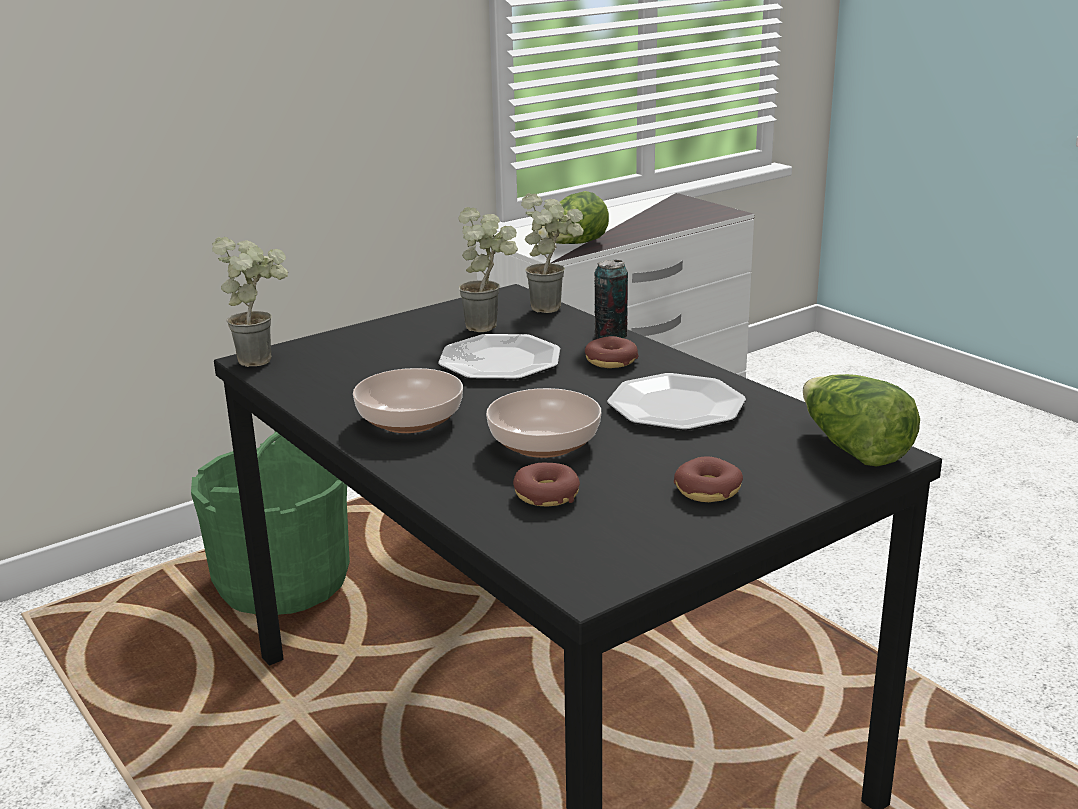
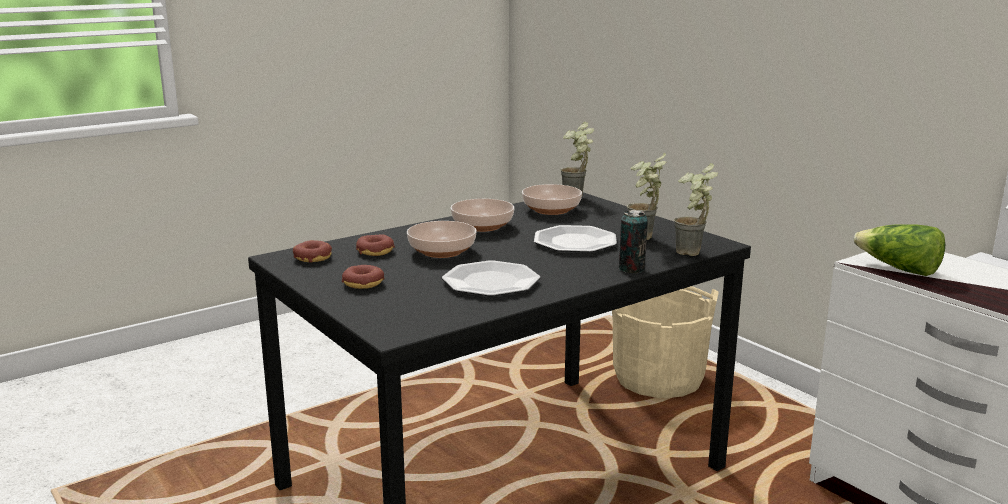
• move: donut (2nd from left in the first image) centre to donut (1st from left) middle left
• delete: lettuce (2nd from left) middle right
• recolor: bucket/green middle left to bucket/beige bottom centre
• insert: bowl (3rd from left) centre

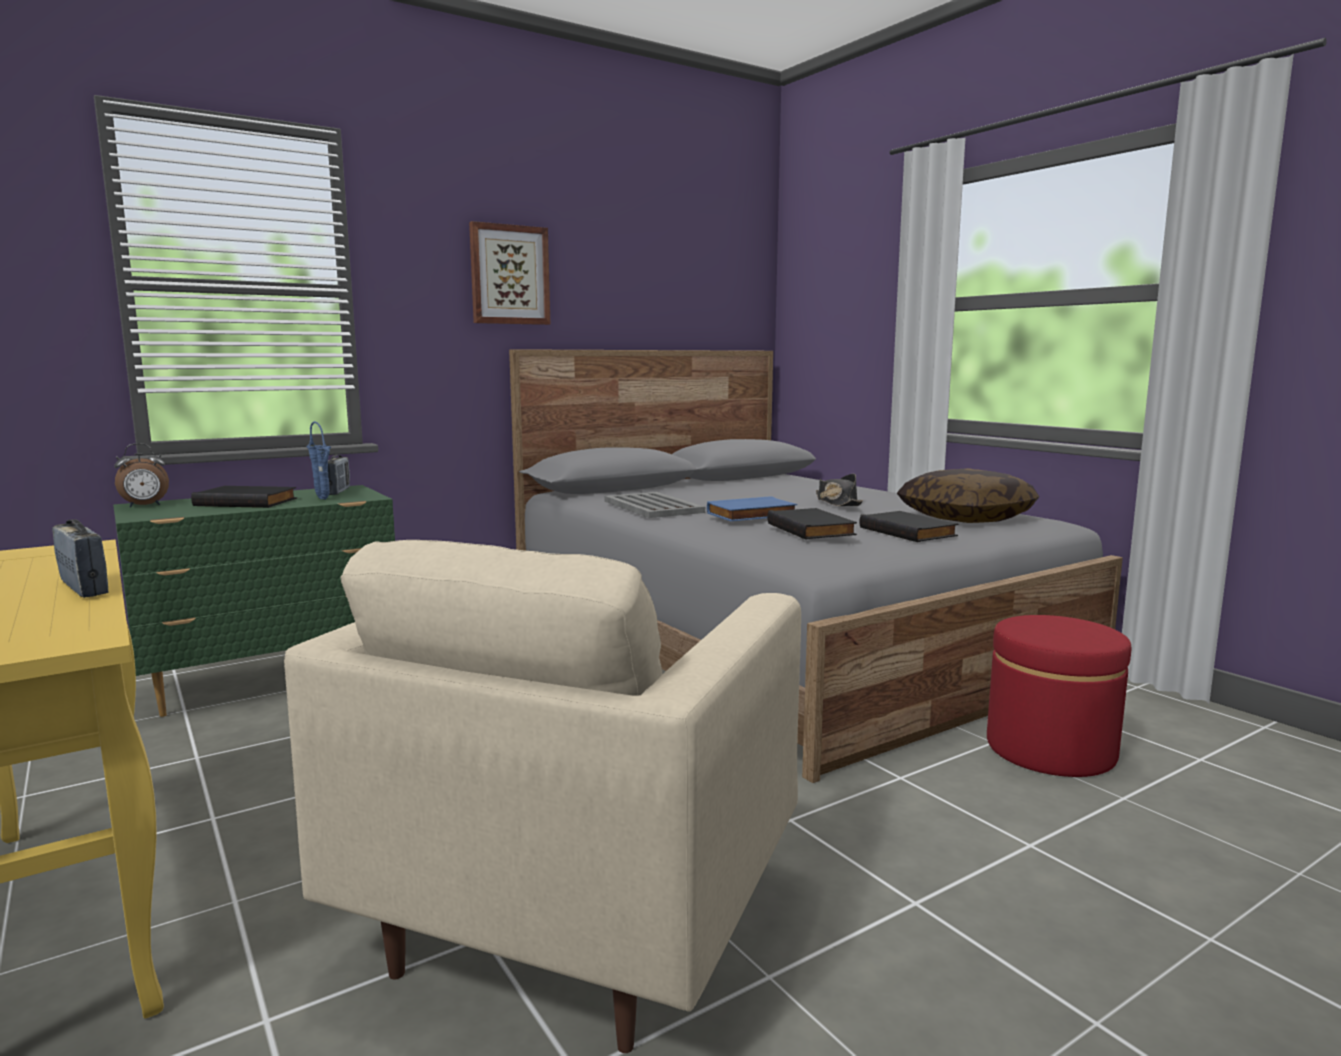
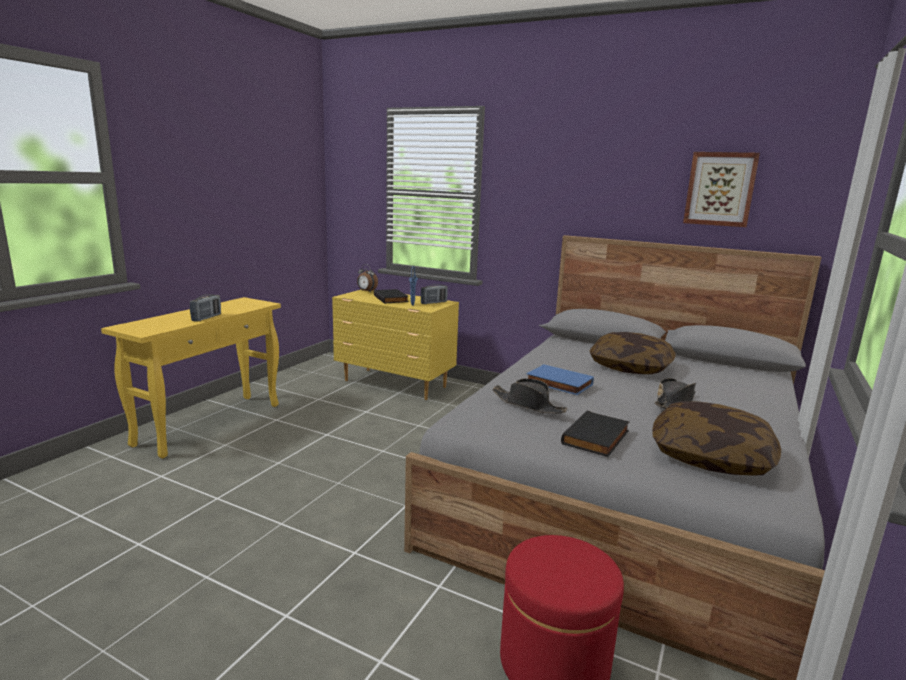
• move: picture top centre to top right
• recolor: dresser/green middle left to dresser/yellow centre
• delete: tray/grey centre
• replace: book/black (2nd from left) centre to hat/black (1st from left) centre
• delete: armchair/beige bottom centre
• insert: pillow (1st from left) middle right

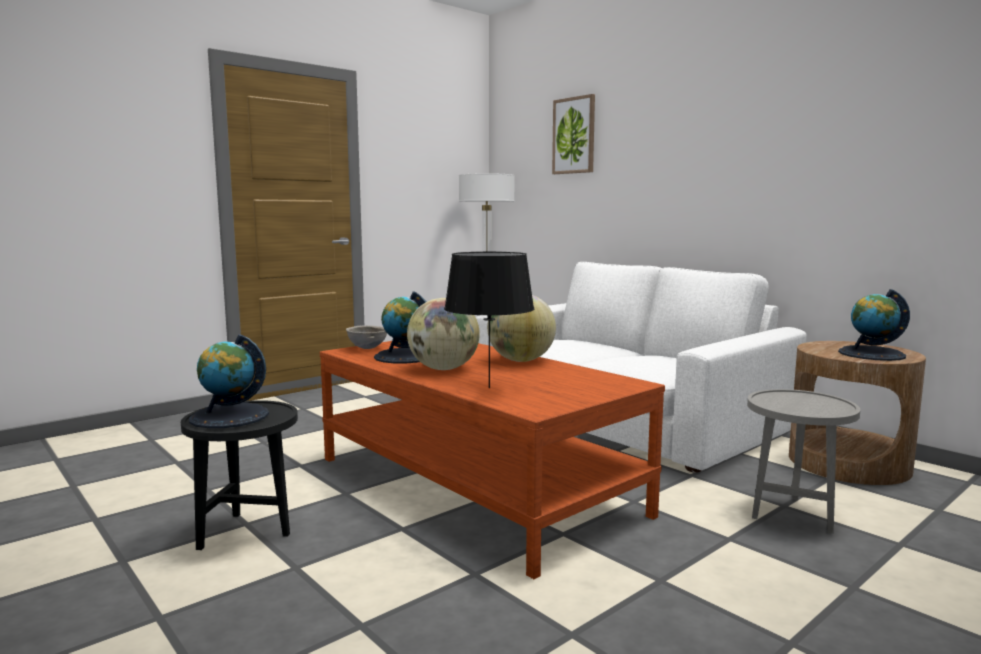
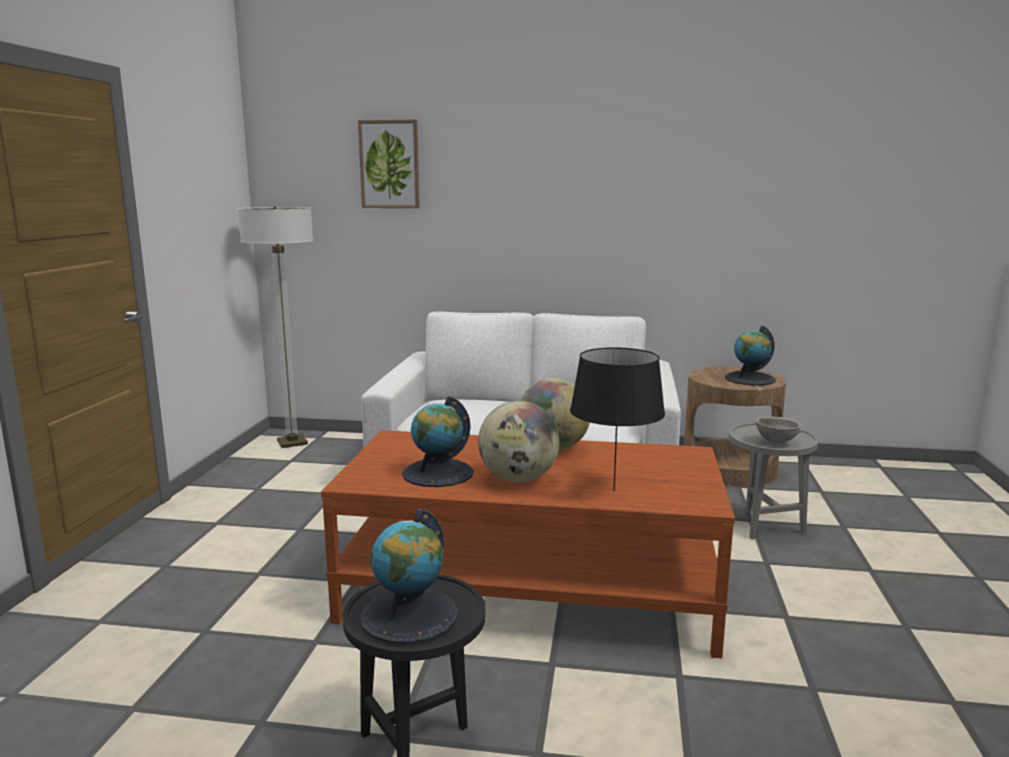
• move: bowl/grey centre to middle right

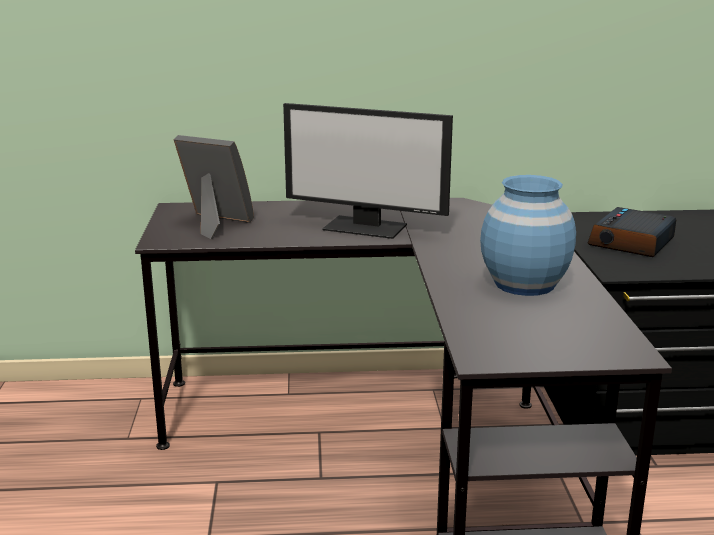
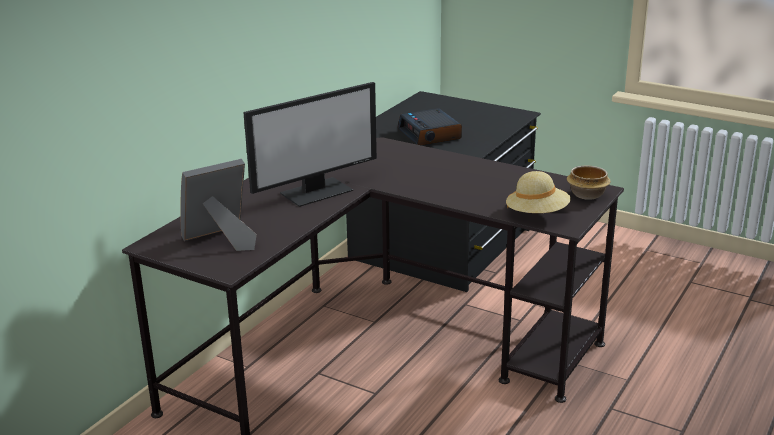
• delete: vase/blue middle right
• insert: bowl middle right
• insert: hat/beige middle right

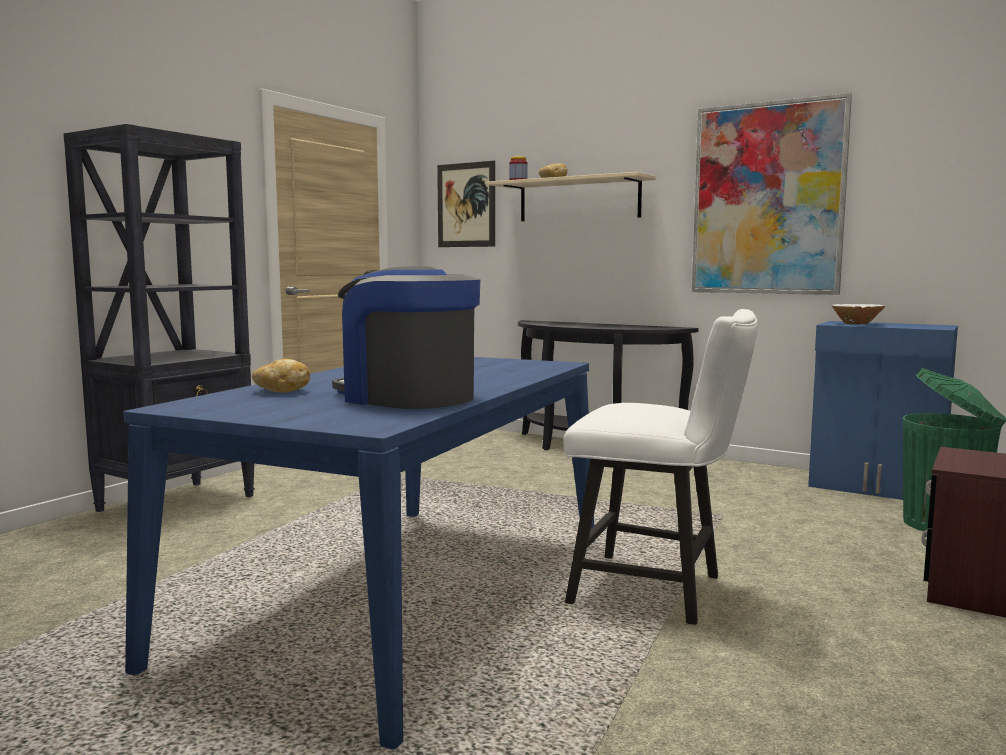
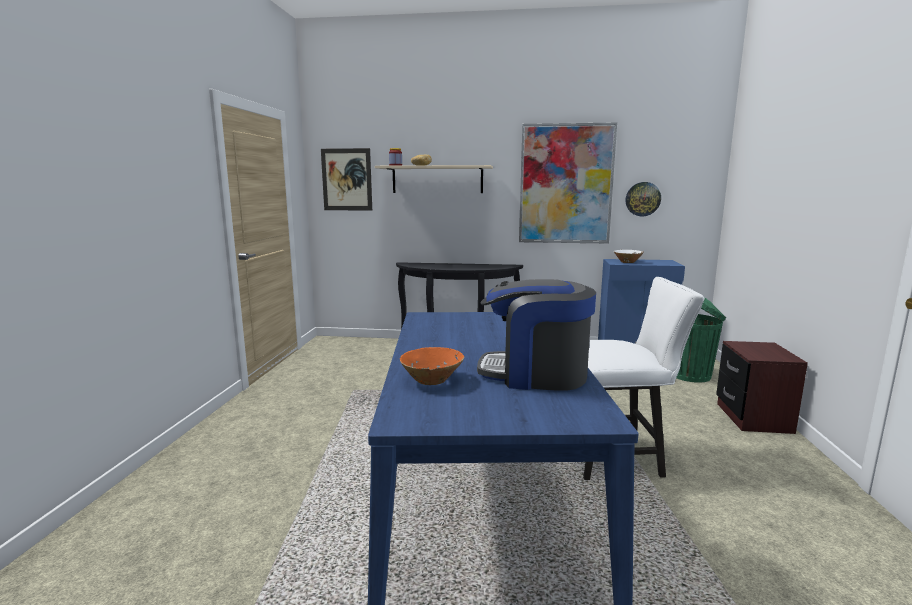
• delete: bookcase/black middle left
• replace: bread (1st from left) middle left to bowl/orange centre
• insert: wall clock top right

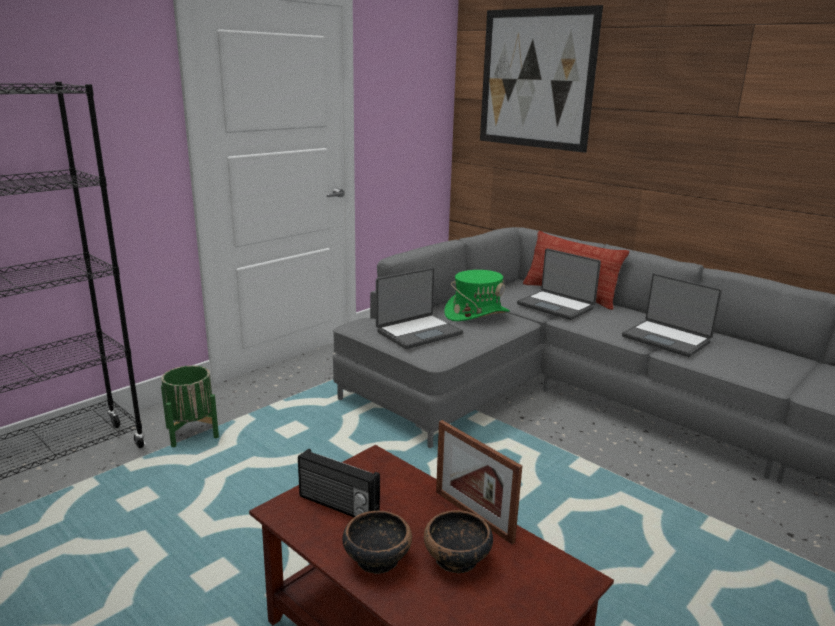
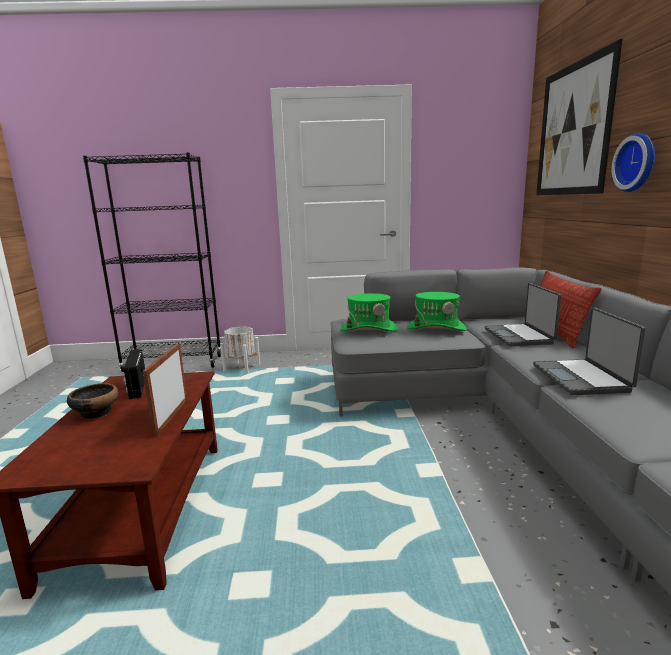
• replace: laptop (1st from left) centre to hat/green (1st from left) centre
• recolor: planter/green middle left to planter/white centre
• delete: bowl (2nd from left) bottom centre
• insert: wall clock top right

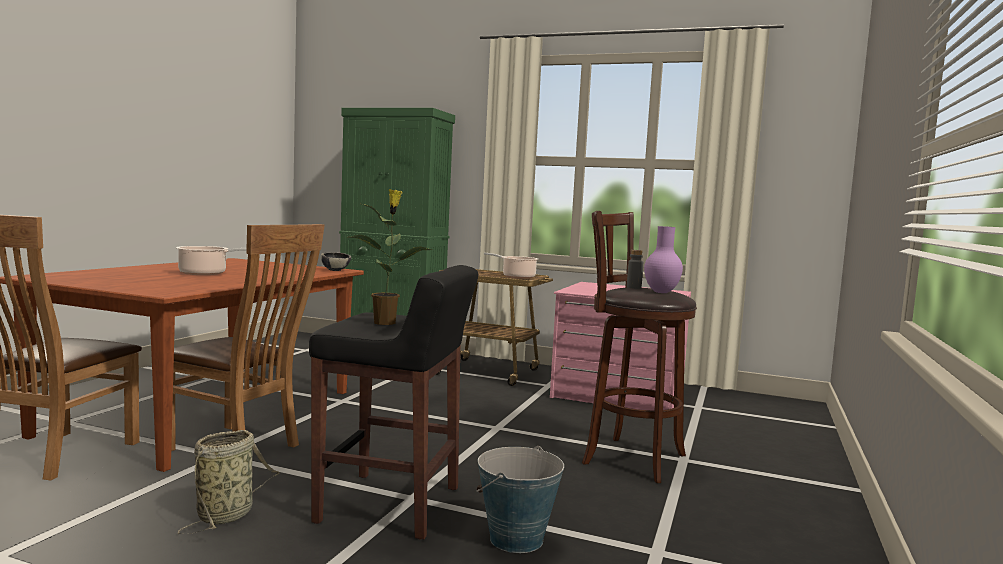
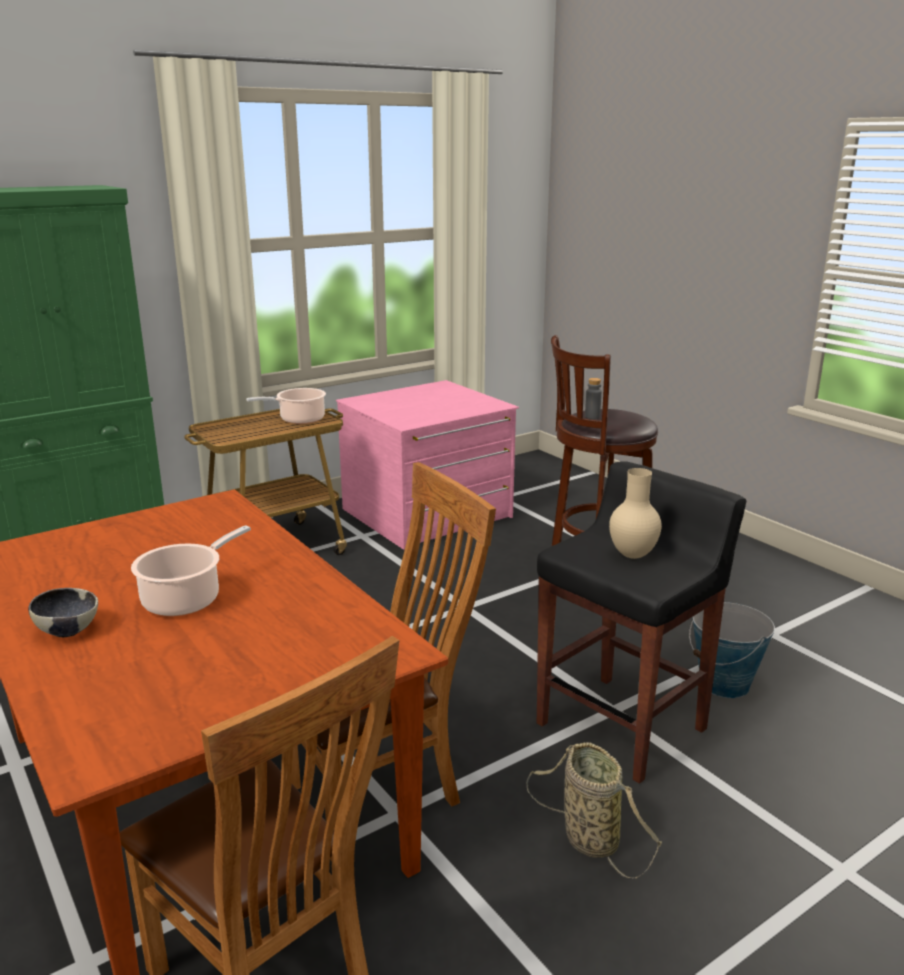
• replace: potted plant centre to vase/beige middle right
• delete: vase/purple centre
• move: bowl centre to middle left

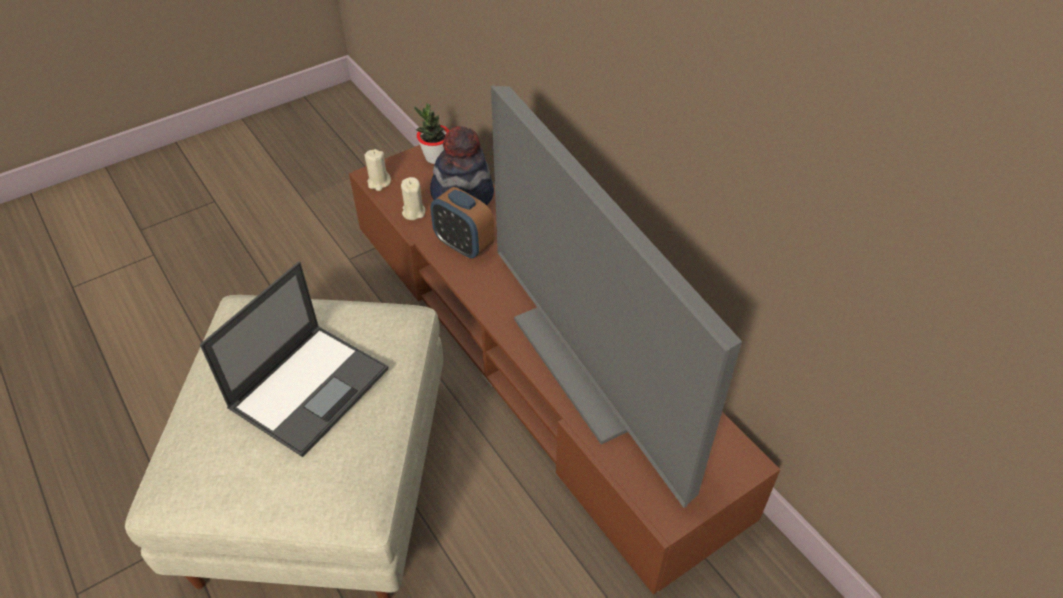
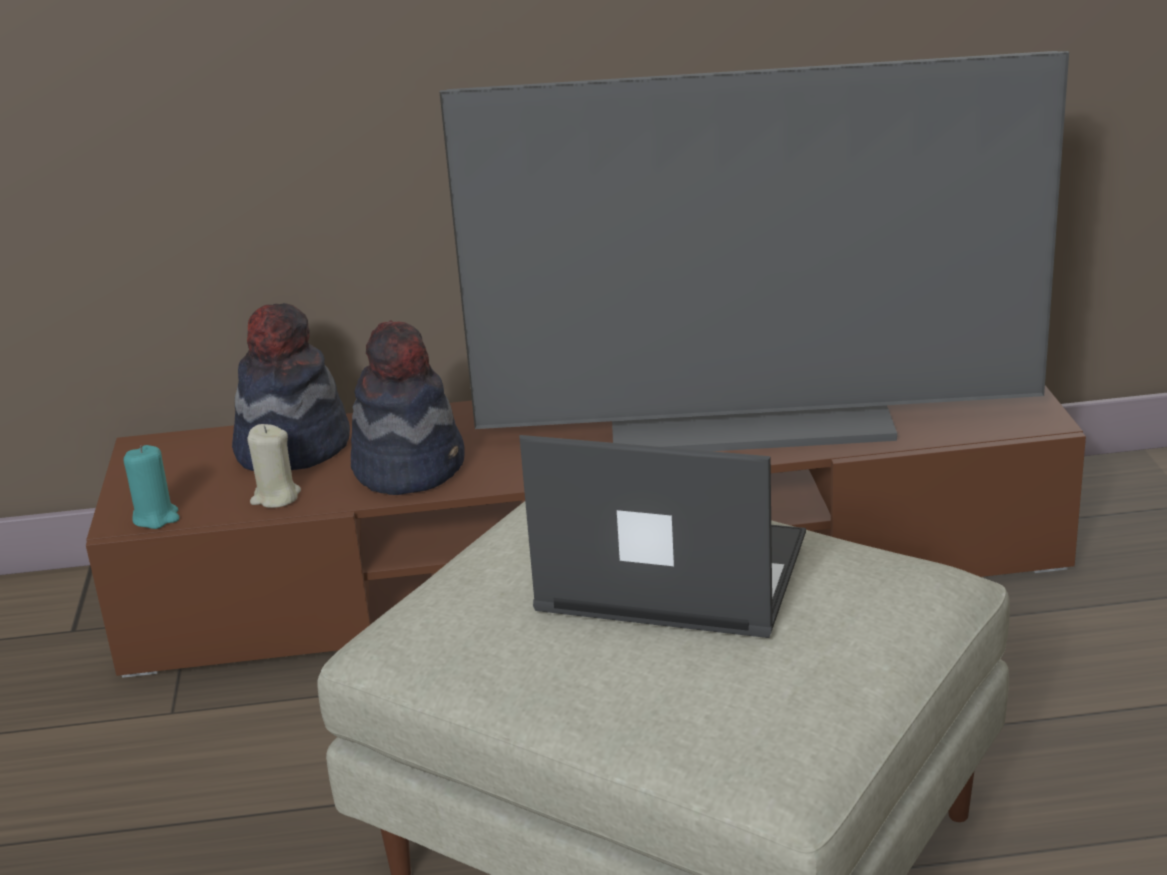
• delete: potted plant top centre
• recolor: candle/beige (1st from left) top centre to candle/turquoise middle left
• replace: alarm clock centre to hat (2nd from left) centre
• rotate: laptop middle left = centre 45 degrees counterclockwise

